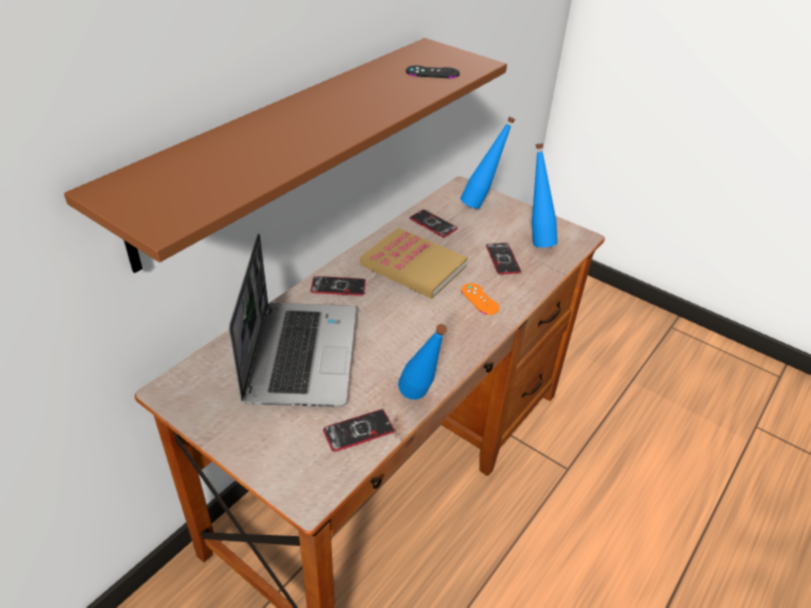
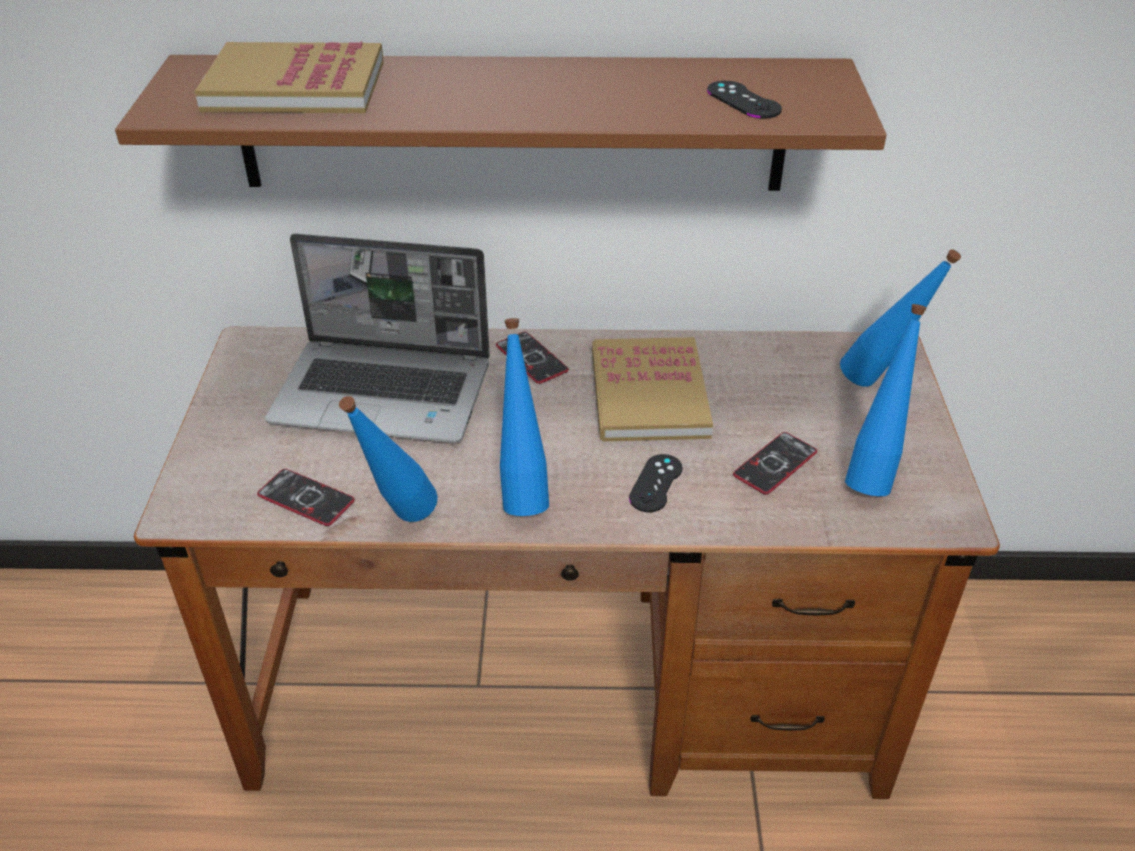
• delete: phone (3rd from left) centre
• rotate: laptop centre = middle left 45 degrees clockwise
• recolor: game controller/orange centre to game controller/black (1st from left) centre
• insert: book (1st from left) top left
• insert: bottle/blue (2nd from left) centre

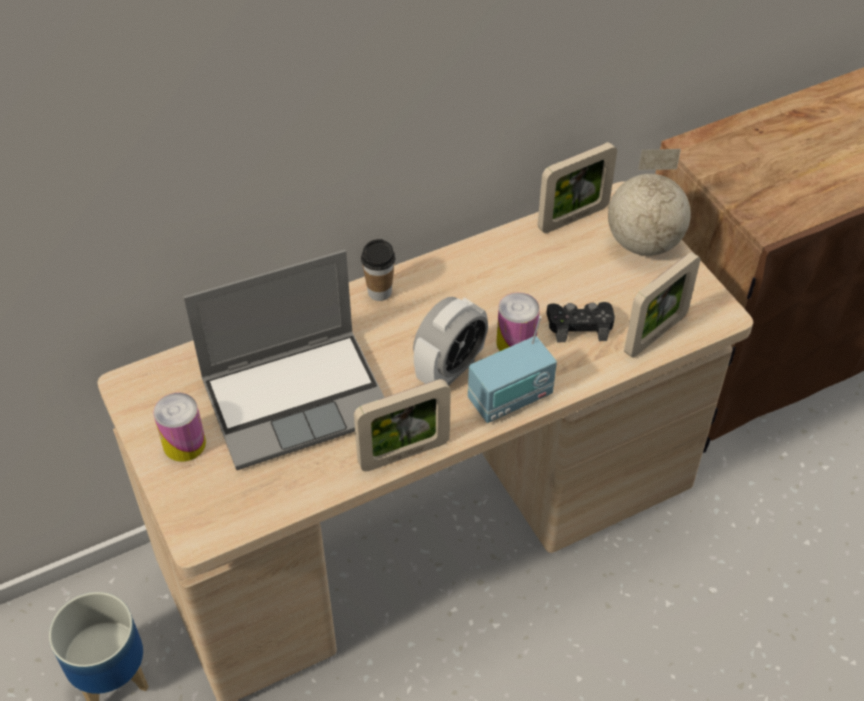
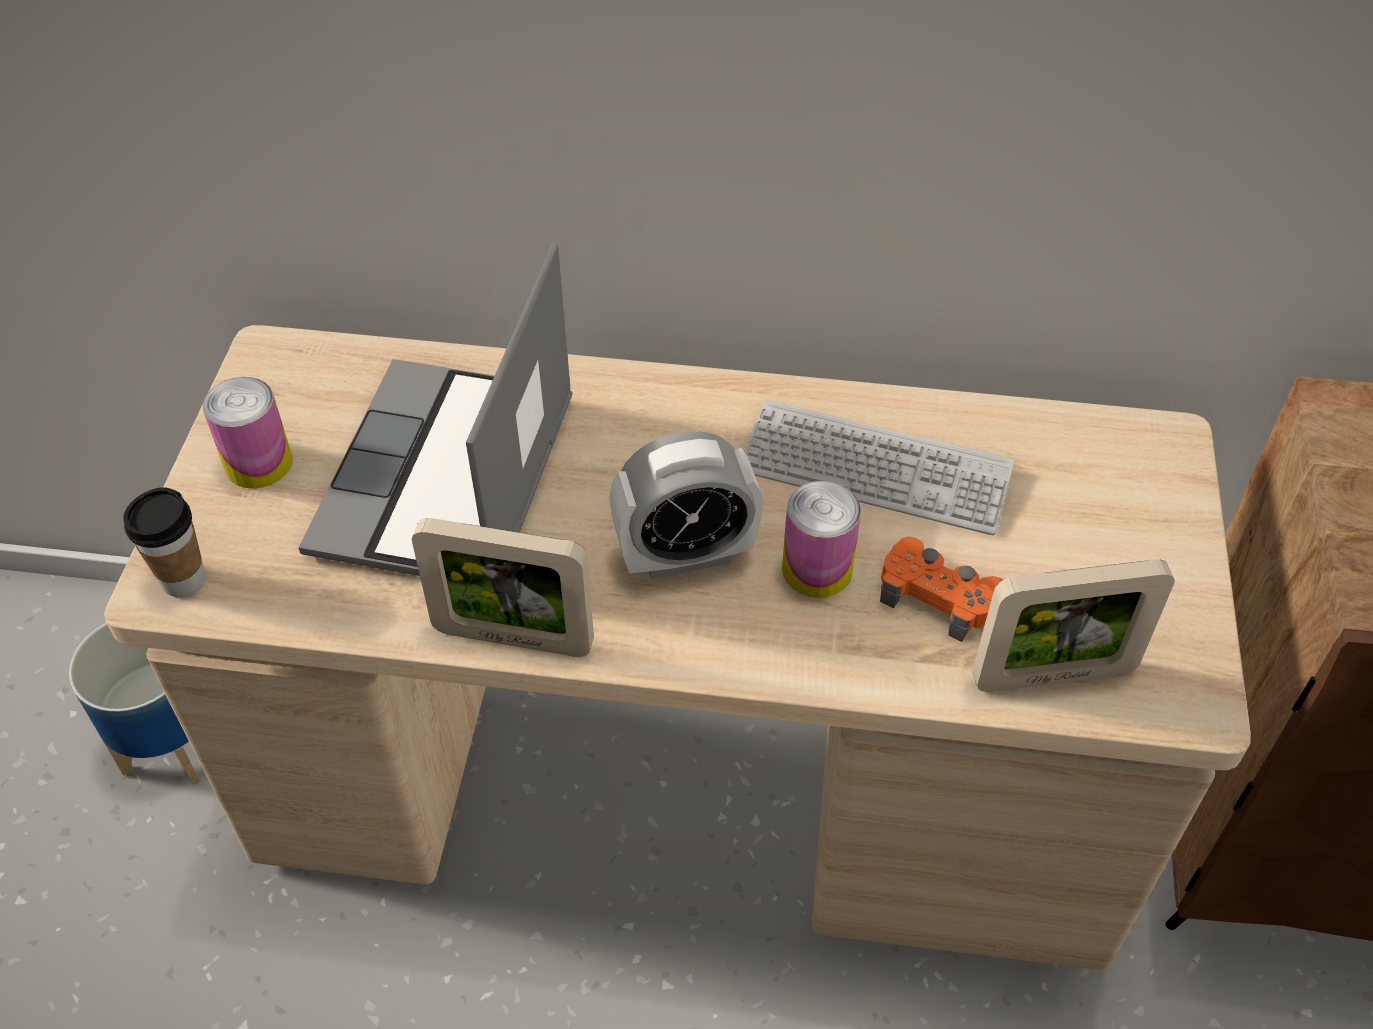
• delete: picture frame (2nd from left) top right
• delete: globe top right
• move: cup centre to middle left
• rotate: laptop middle left = middle left 90 degrees clockwise
• recolor: game controller/black middle right to game controller/orange middle right
• delete: radio centre
• insert: keyboard centre

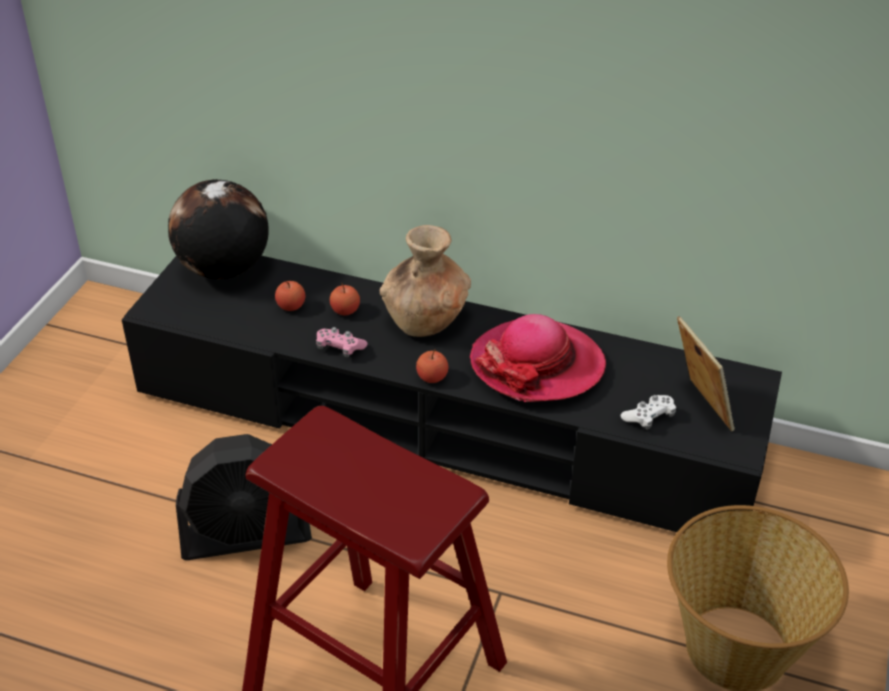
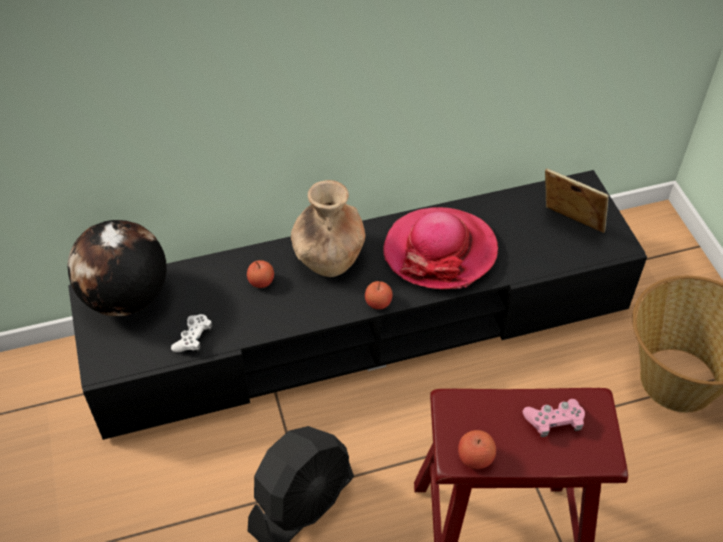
• move: apple (1st from left in the first image) middle left to apple (3rd from left) bottom centre
• move: game controller/pink centre to bottom right
• move: game controller/white middle right to middle left

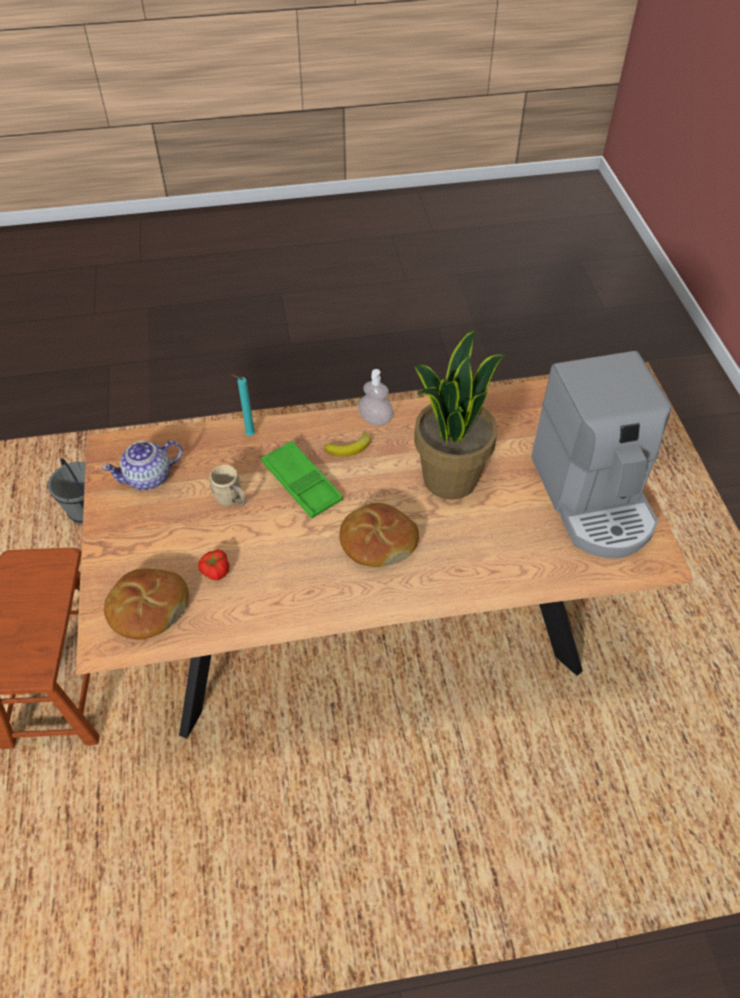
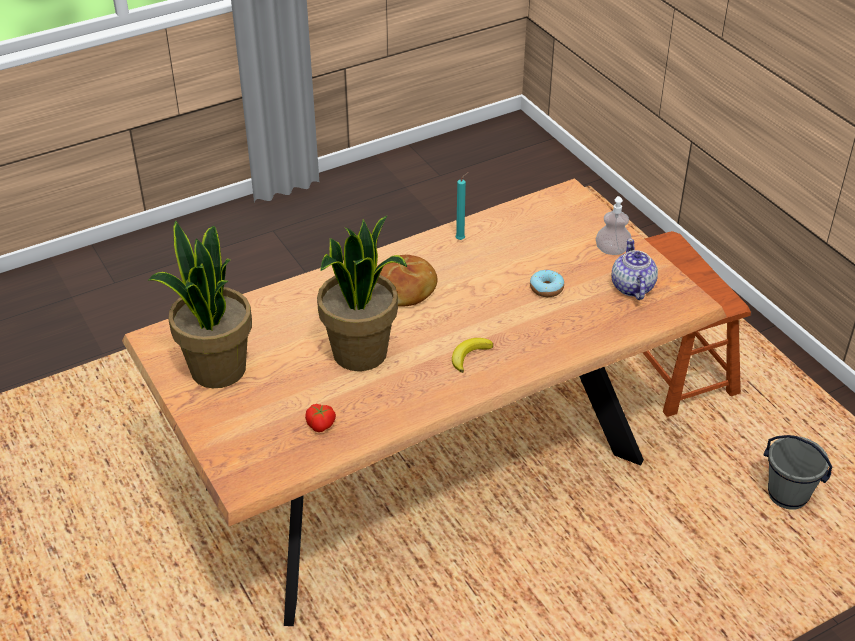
• replace: coffee machine middle right to potted plant (1st from left) middle left
• move: soap dispenser centre to middle right
• move: candle/turquoise middle left to top centre
• rotate: teapot middle left = middle right 45 degrees counterclockwise
• delete: tray/green centre
• replace: mug/beige middle left to donut centre
• move: tomato middle left to centre
• delete: bread (1st from left) middle left

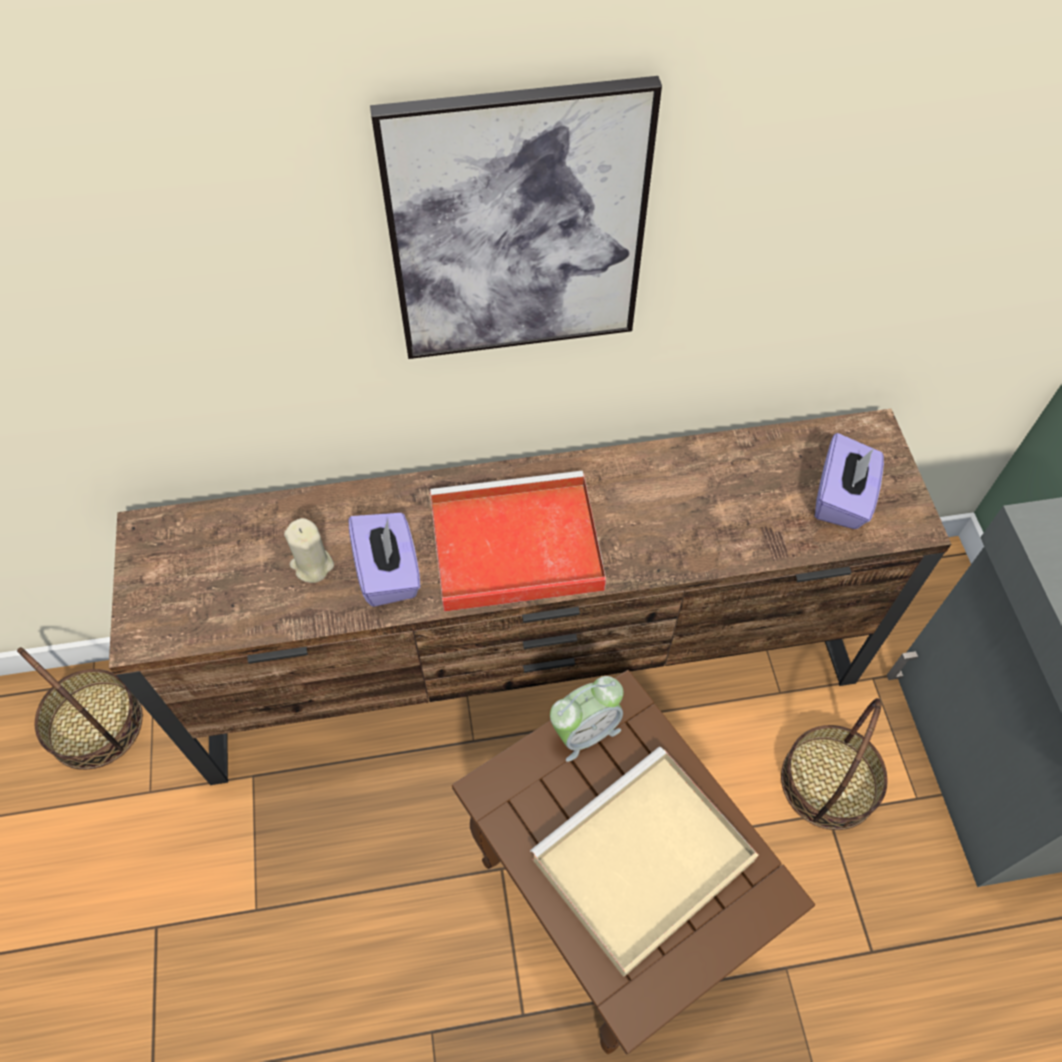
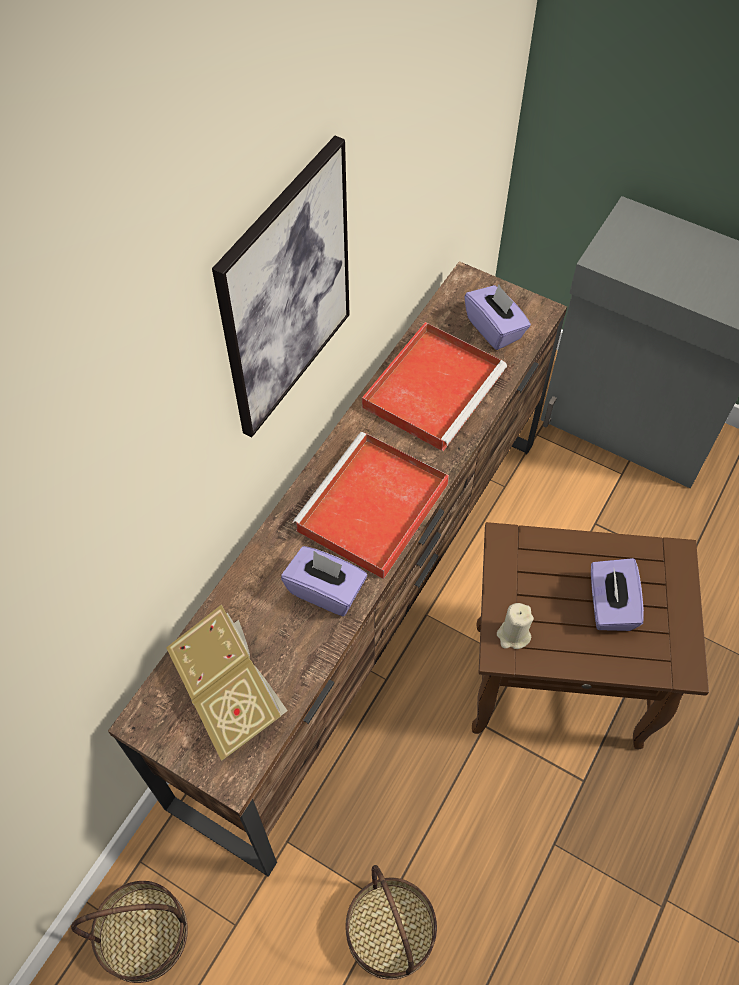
• move: candle/beige middle left to middle right
• delete: alarm clock bottom centre
• move: basket (2nd from left) bottom right to bottom centre
• replace: tray/beige bottom centre to tissue box/purple (3rd from left) middle right
• insert: tray/red (2nd from left) centre
• insert: book bottom left

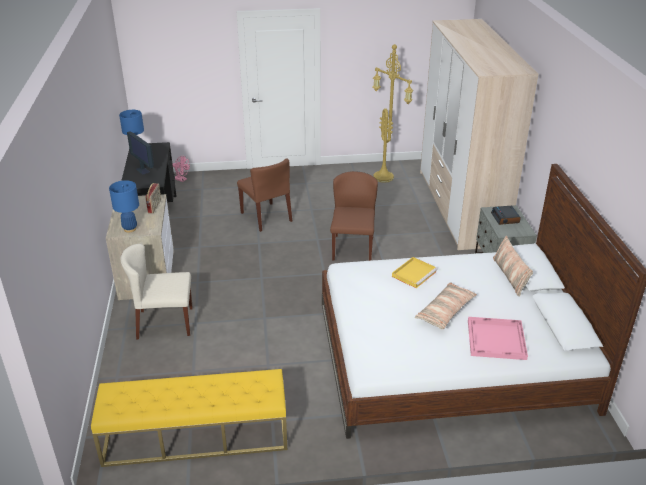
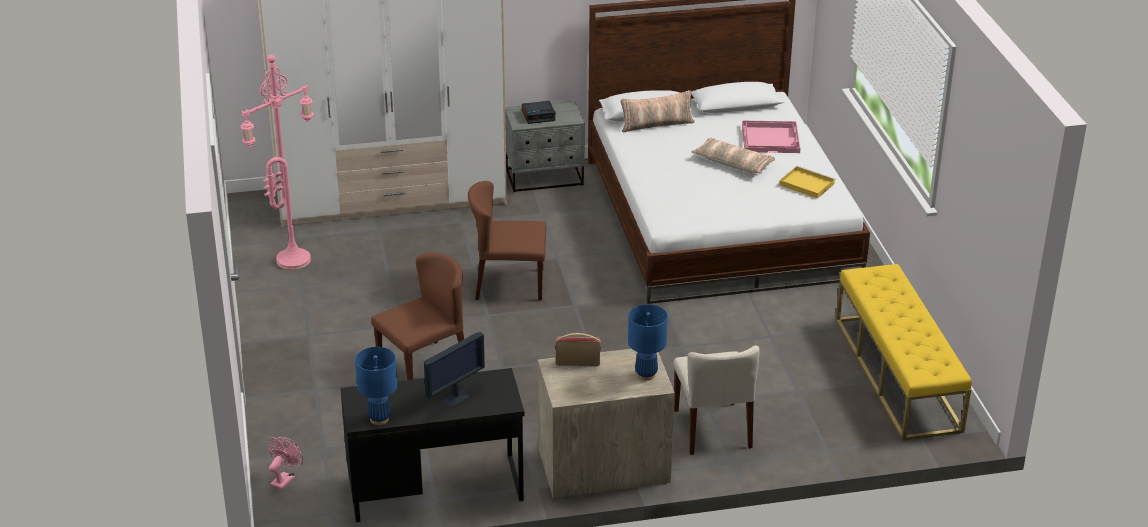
• recolor: floor lamp/yellow top centre to floor lamp/pink top left
• move: tray/yellow centre to middle right

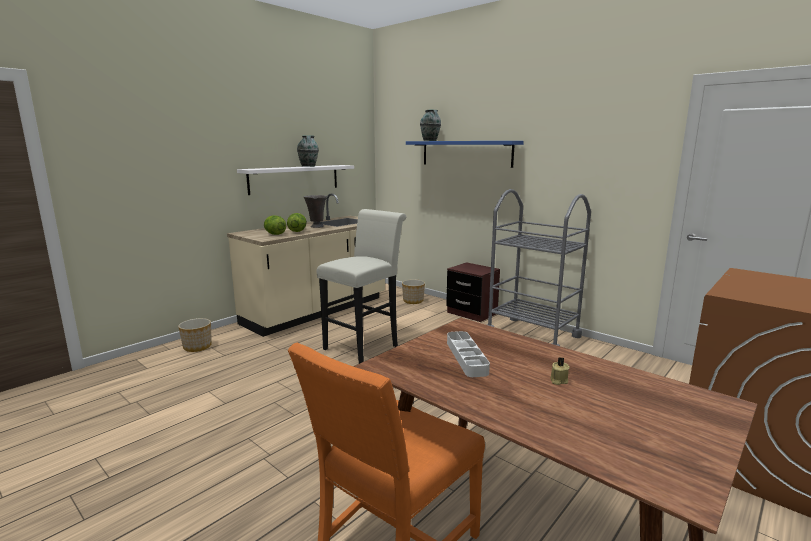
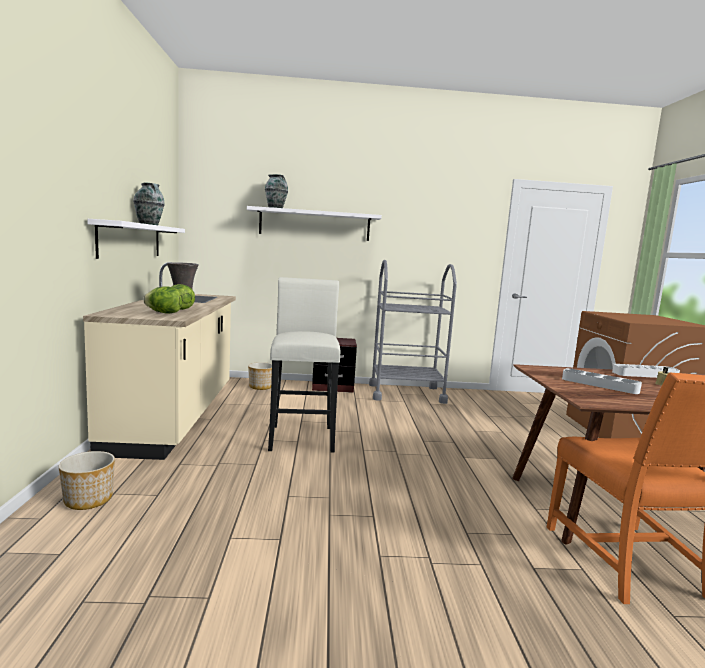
• recolor: shelf/blue top centre to shelf/white (2nd from left) centre
• insert: tray/white (2nd from left) middle right

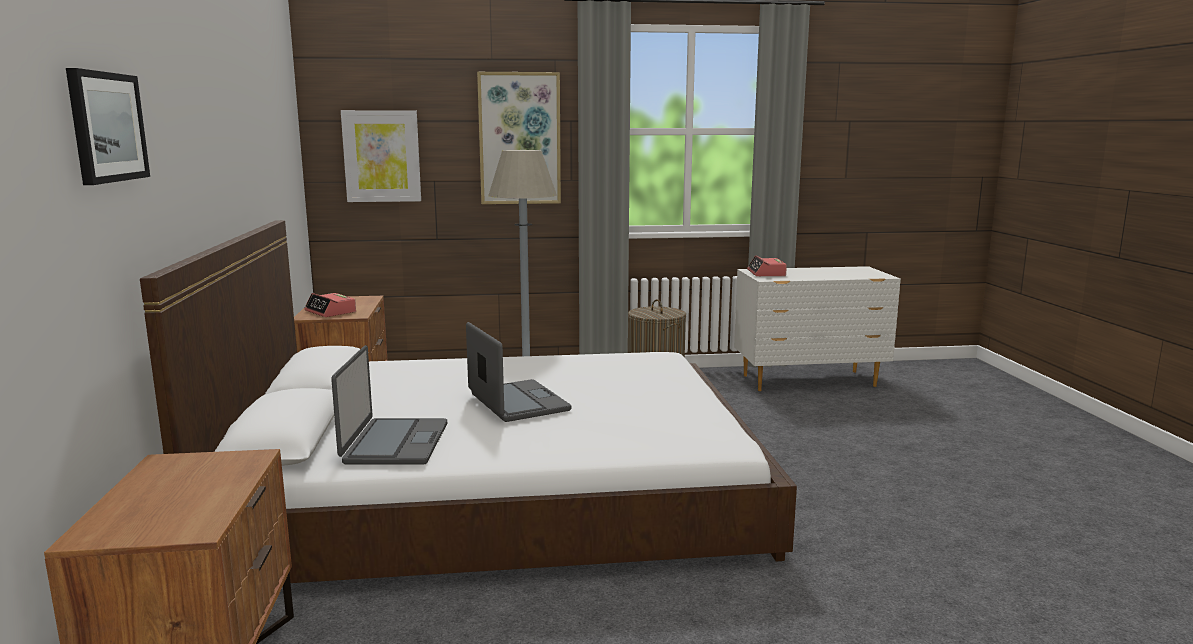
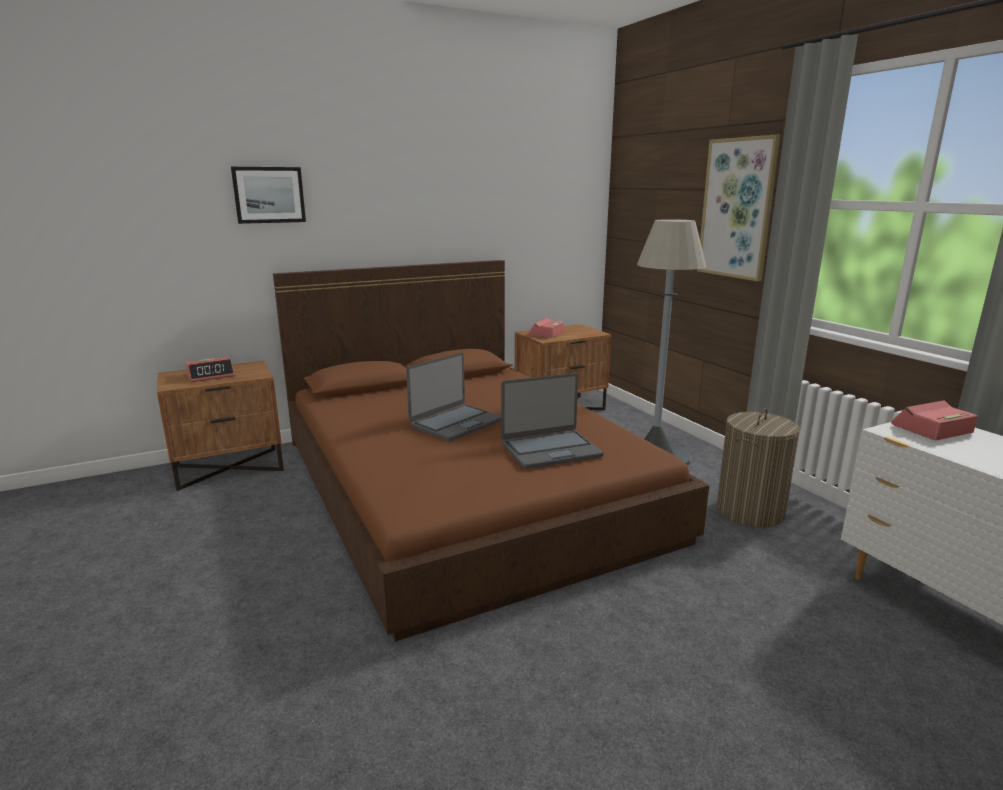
• delete: picture (2nd from left) top left
• recolor: bed/white centre to bed/brown centre
• move: laptop (1st from left in the first image) middle left to laptop (2nd from left) centre
• insert: alarm clock (1st from left) middle left

